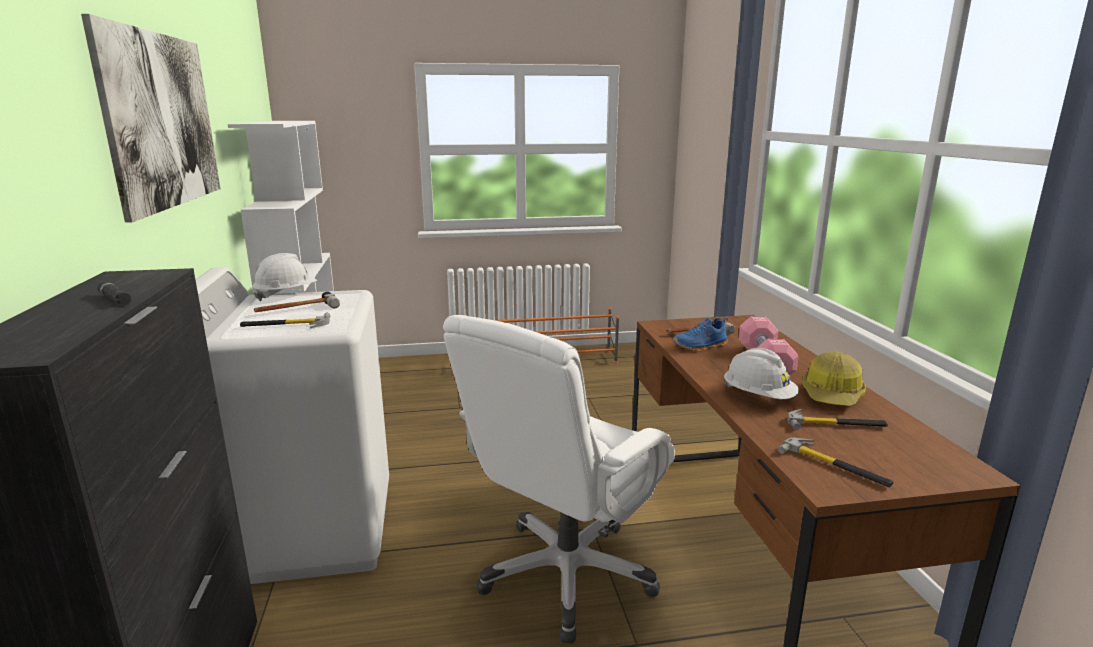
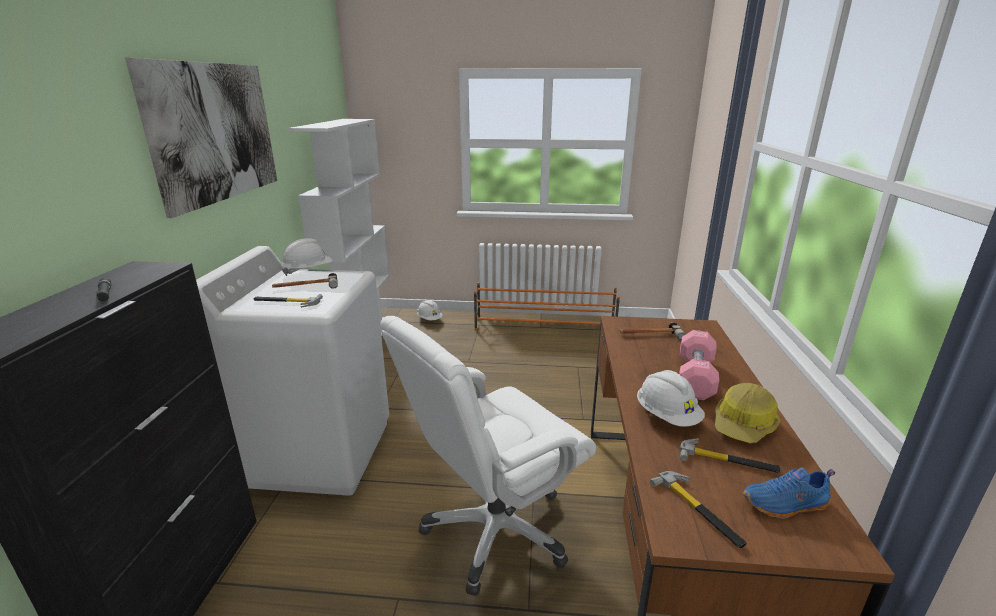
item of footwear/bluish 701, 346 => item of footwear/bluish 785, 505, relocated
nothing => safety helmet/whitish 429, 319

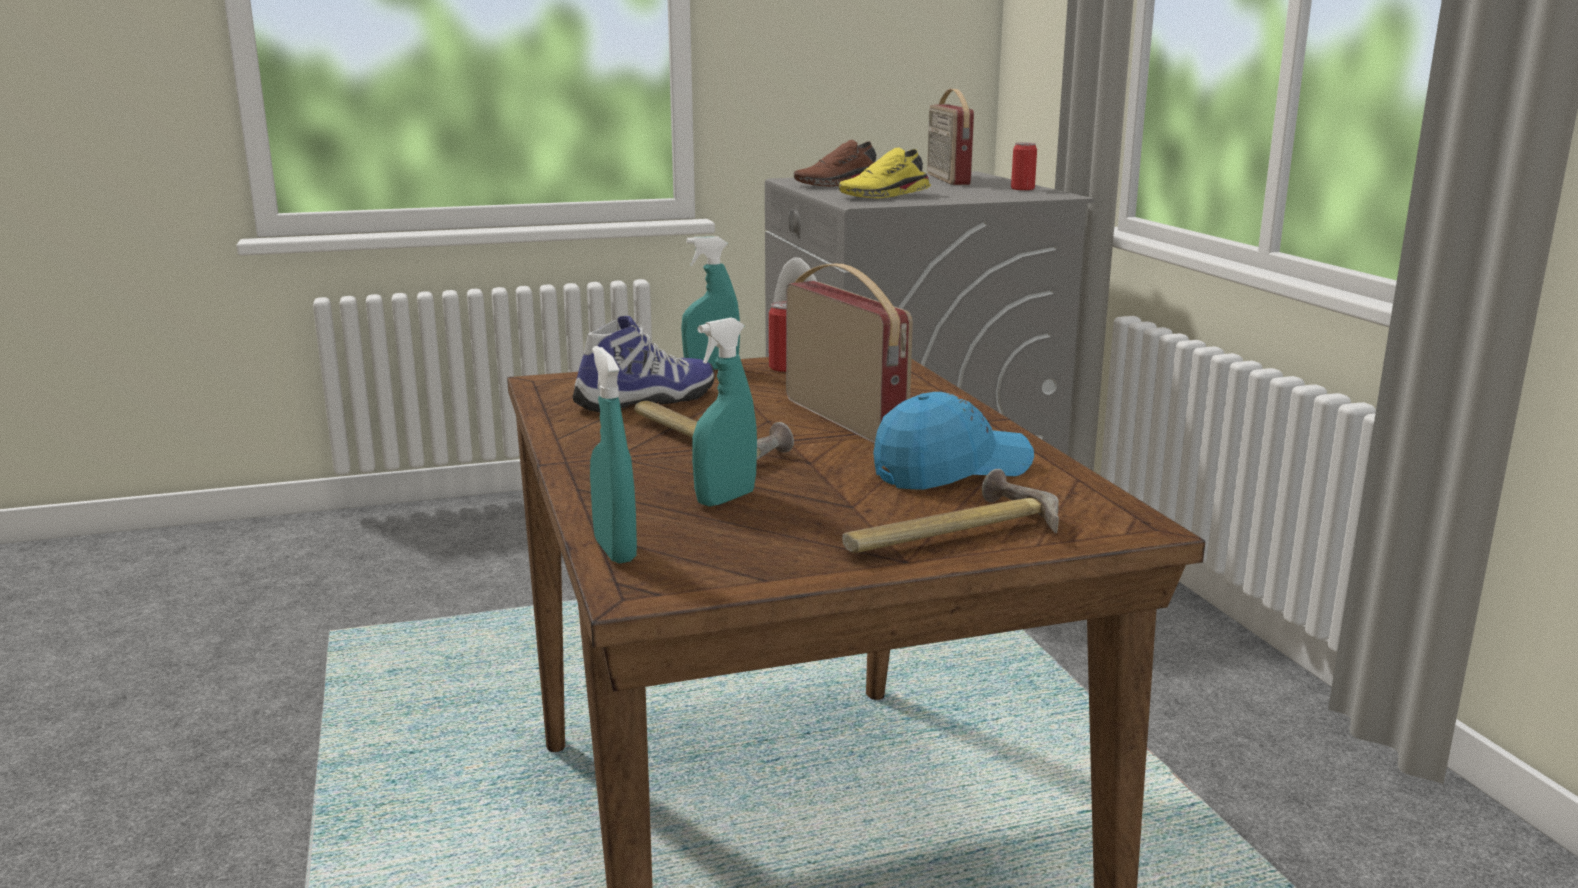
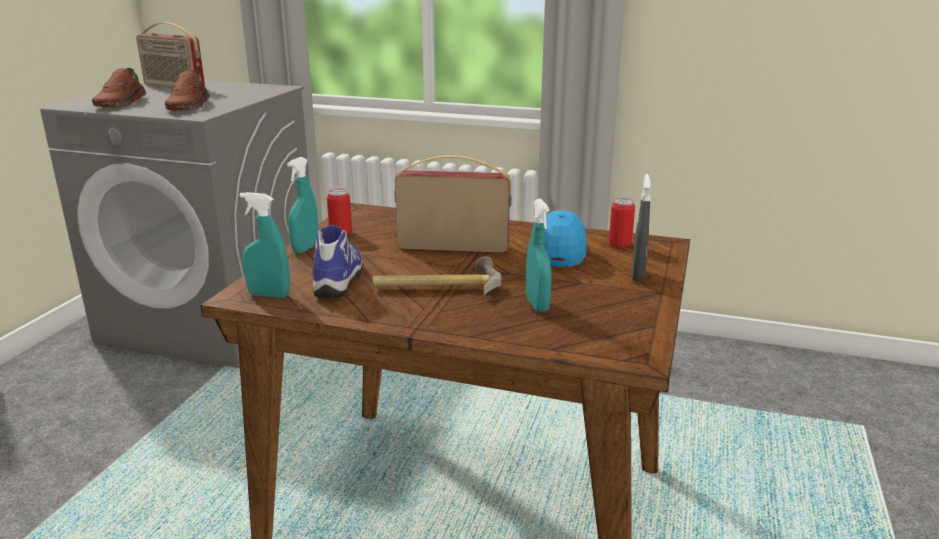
metal can 1022, 189 => metal can 620, 243, relocated
item of footwear/yellow 886, 196 => item of footwear/brownish 190, 106
hand sprayer/turquoise 615, 550 => hand sprayer/turquoise 269, 295, relocated
hammer 947, 533 => hand sprayer/gray 638, 275

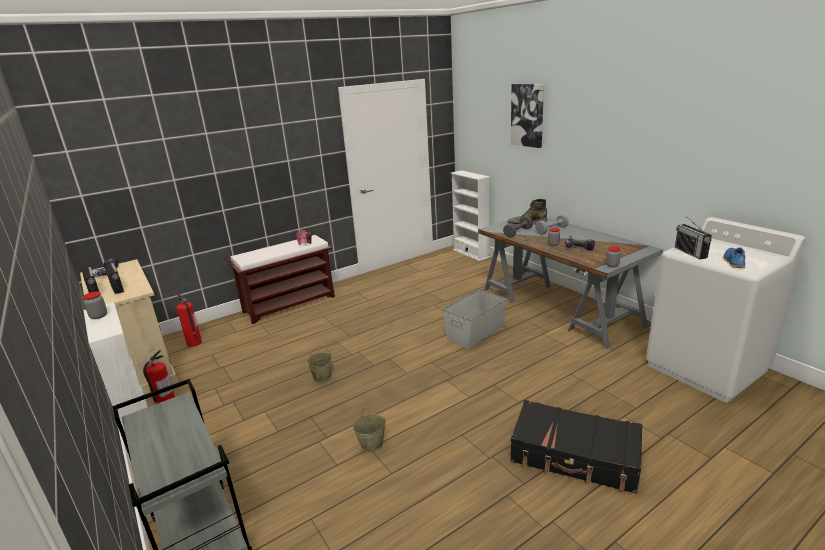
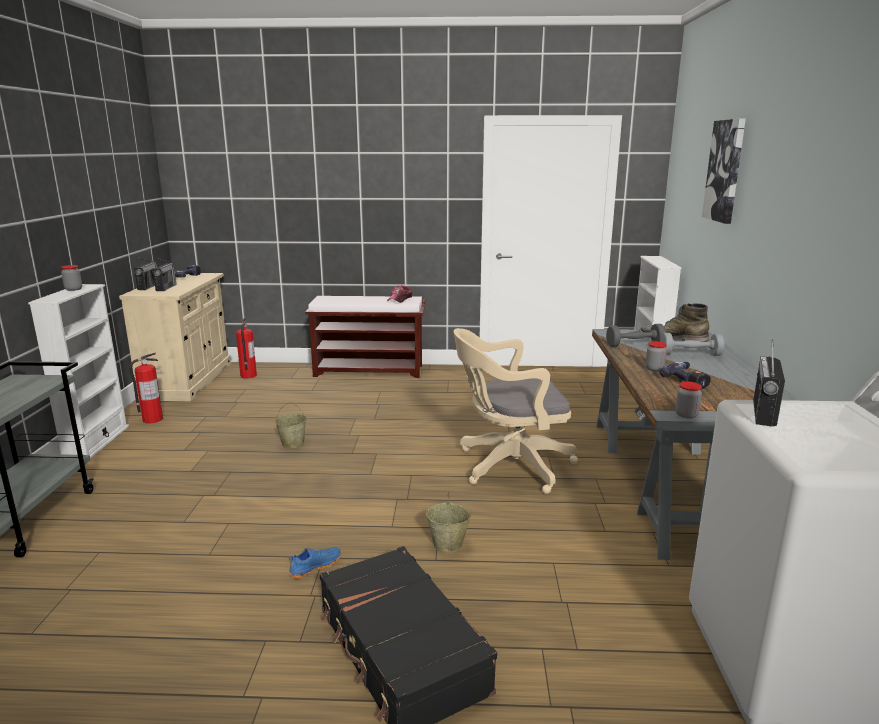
item of footwear/bluish 733, 262 => item of footwear/bluish 315, 566, relocated
storage container/gray 475, 332 => computer chair/sand-coloured 509, 466
water bucket/sand-coloured 372, 444 => water bucket/sand-coloured 448, 544, relocated

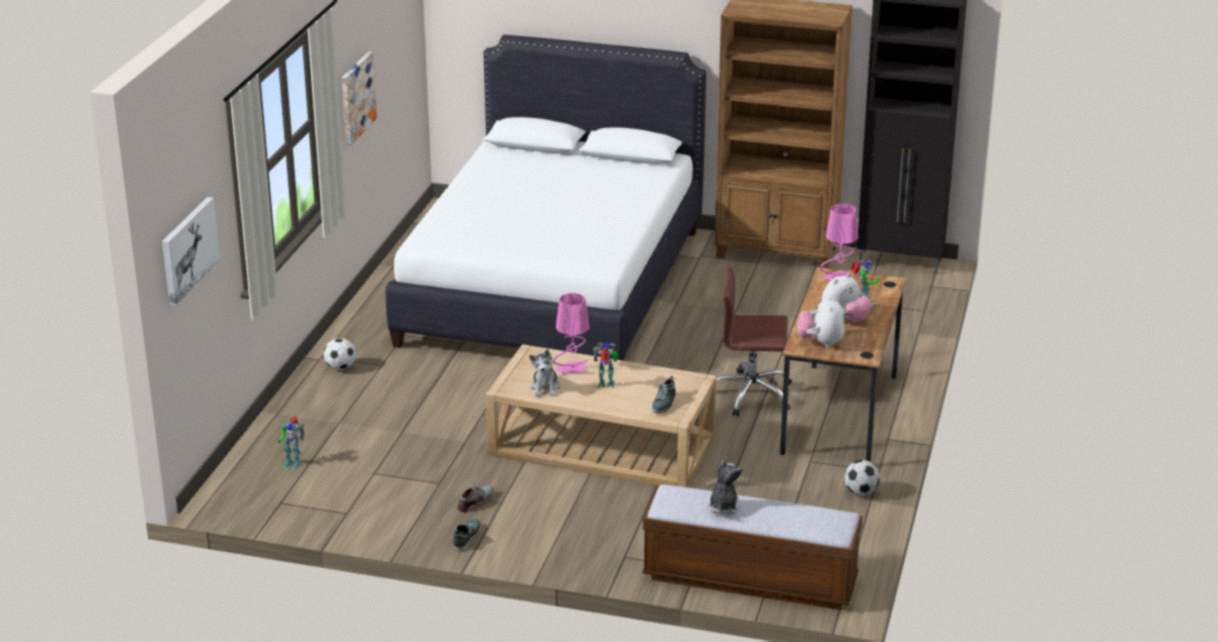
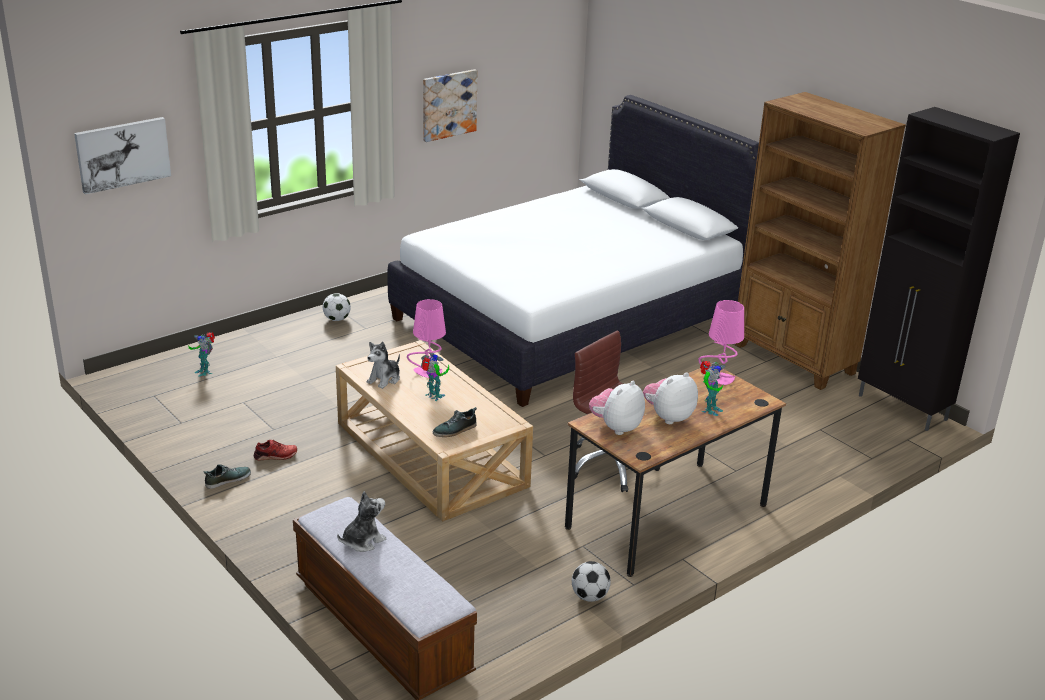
soft toy 844, 320 => soft toy 668, 417, 150 degrees clockwise
item of footwear/gray 476, 502 => item of footwear/reddish 275, 456

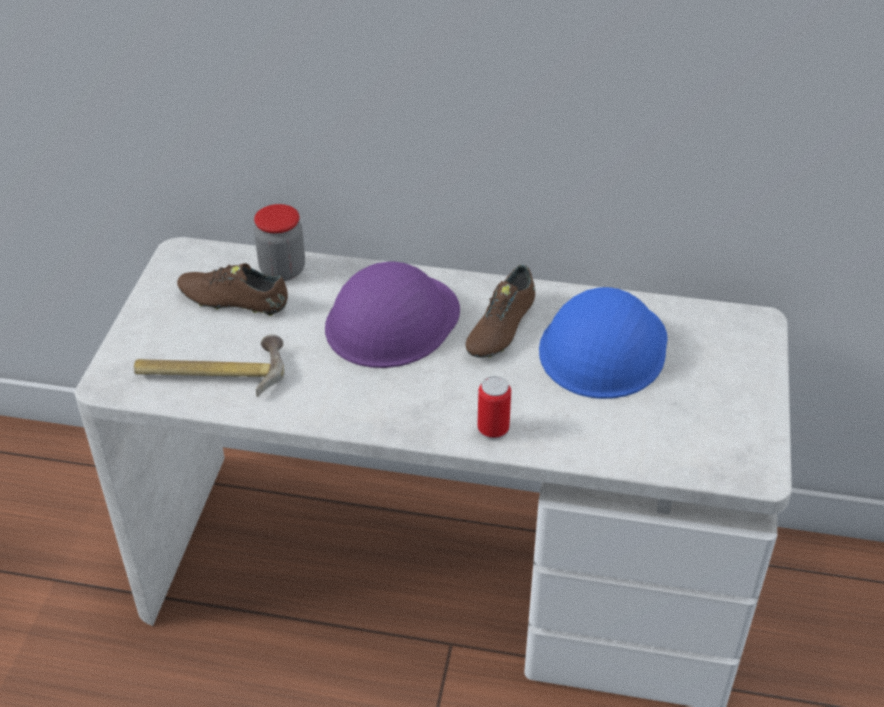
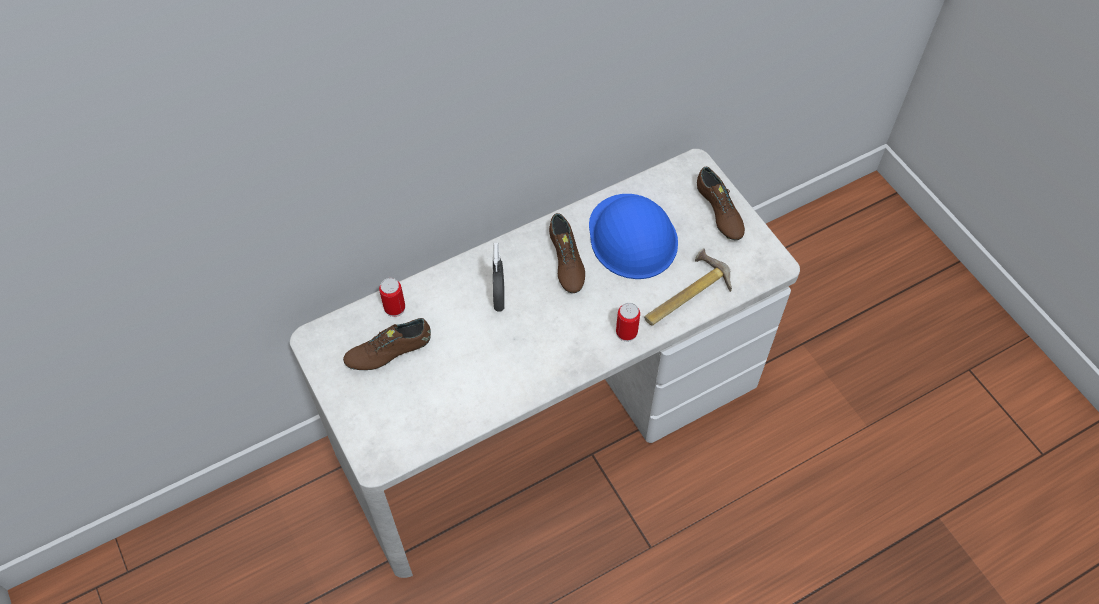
storage jar 282, 270 => metal can 394, 308
safety helmet/purple-coloured 392, 320 => hand sprayer/gray 499, 299
hammer 212, 371 => hammer 684, 294, relocated
nothing => item of footwear/brownish 719, 212

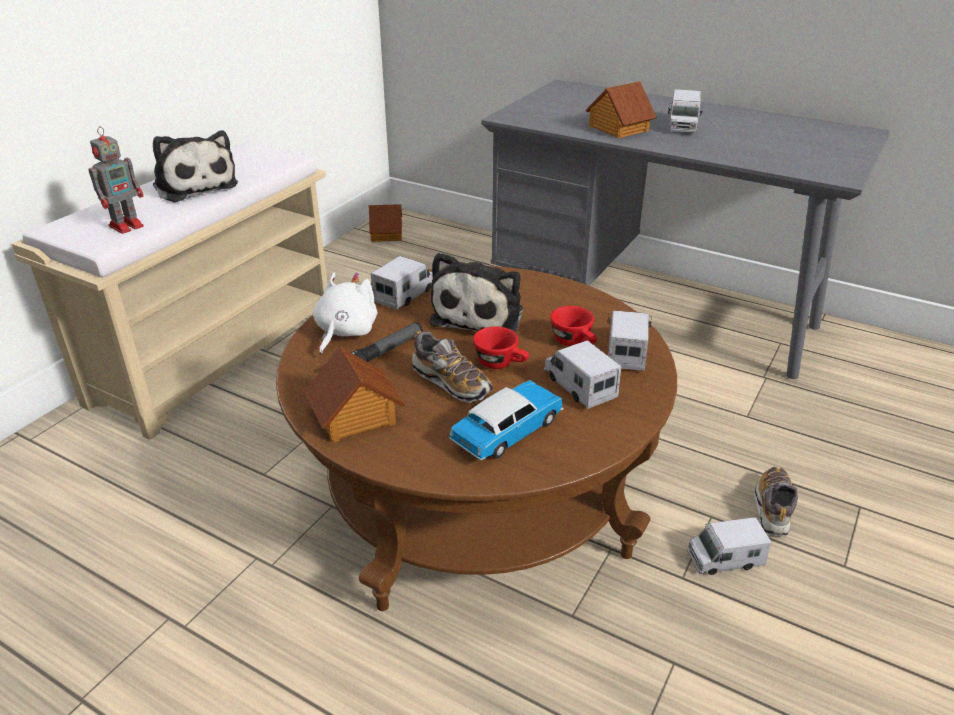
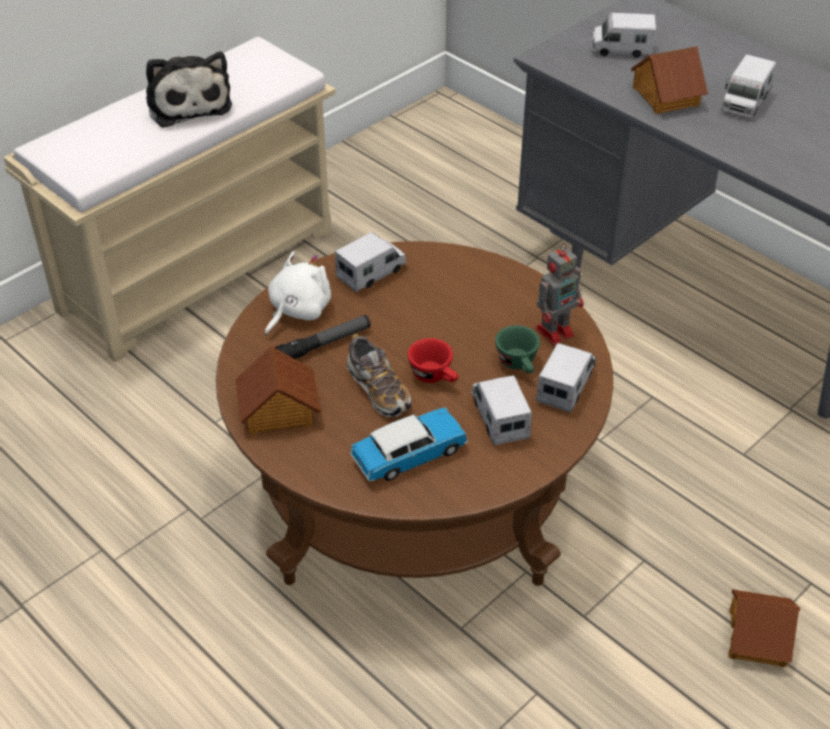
model robot 128, 225 => model robot 556, 330, relocated
toy house 387, 234 => toy house 758, 637, relocated
soft toy 480, 314 => nothing
drinking cup/reddish 575, 342 => drinking cup/greenish 519, 364
item of footwear 773, 508 => nothing
model truck 724, 559 => model truck 621, 49, relocated

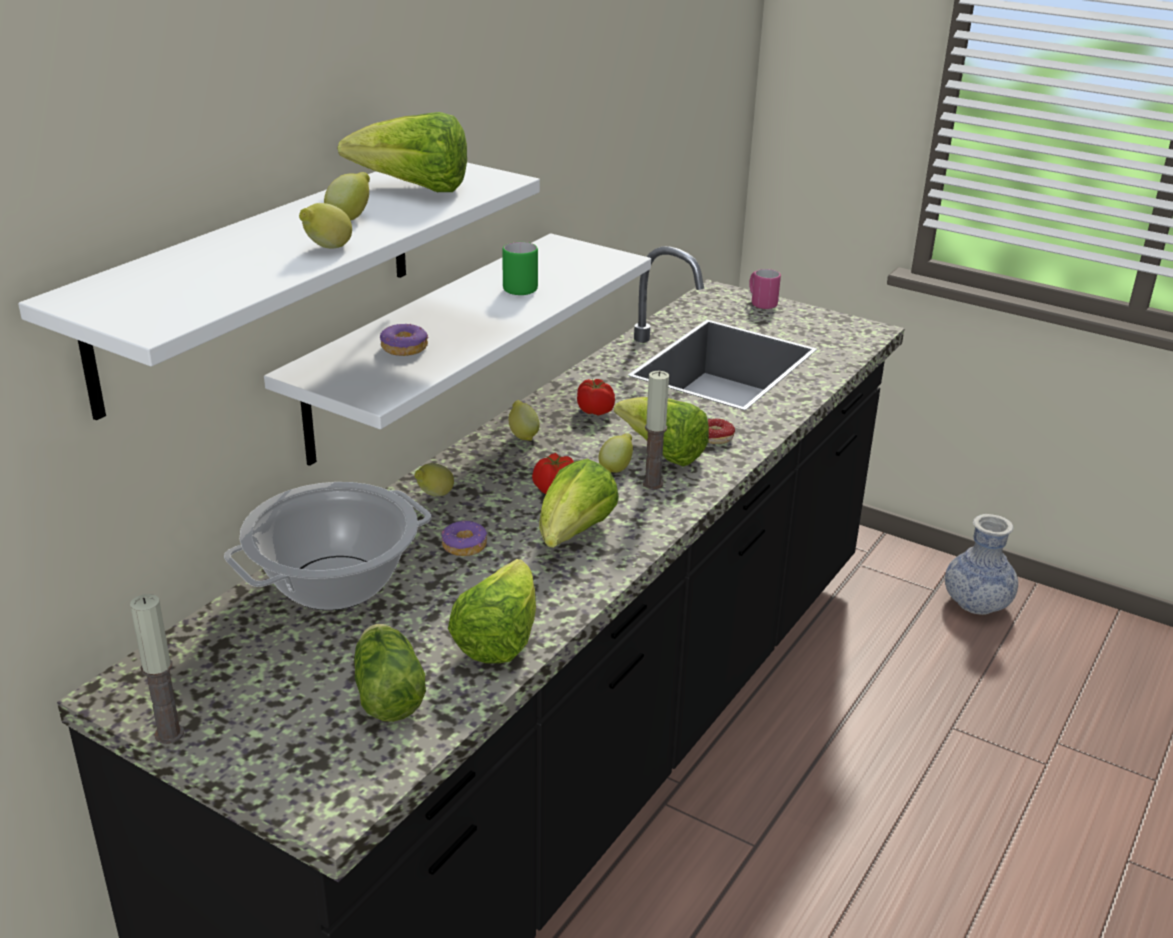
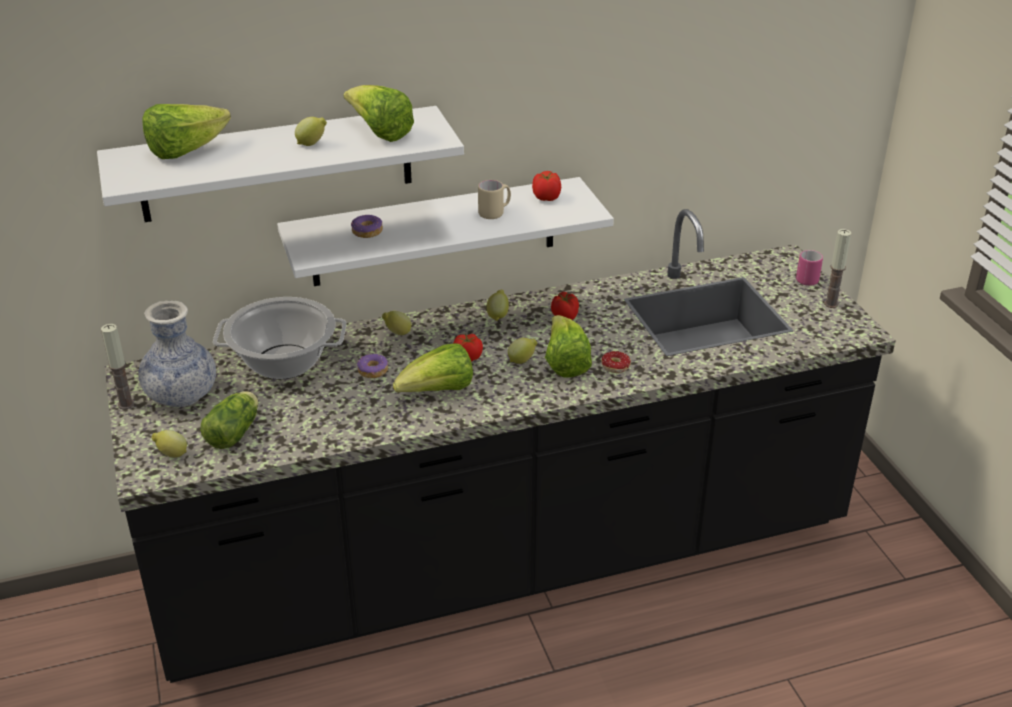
whole lemon 327, 249 => whole lemon 172, 455, relocated
tea mug/greenish 522, 287 => tea mug/sand-coloured 495, 213
candle 652, 483 => candle 831, 304, relocated
vase 976, 603 => vase 182, 395, relocated
head of lettuce 498, 639 => head of lettuce 186, 151, relocated
nothing => tomato 546, 198

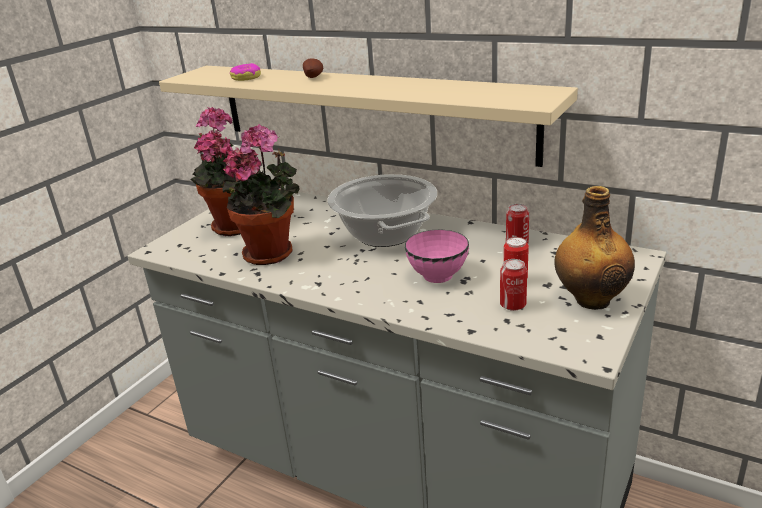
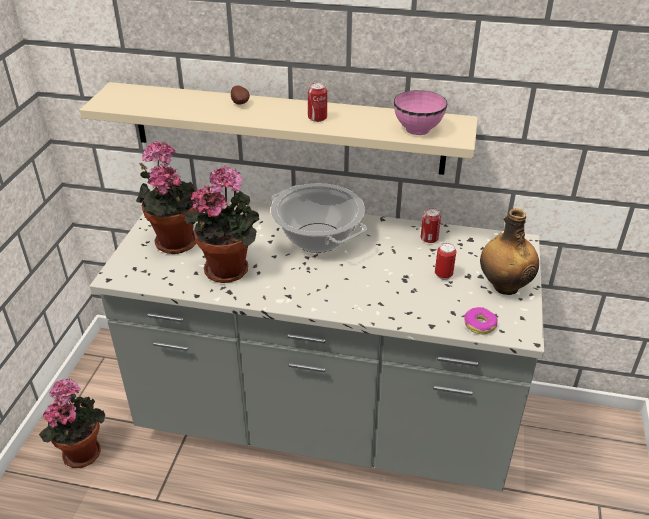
doughnut 246, 77 => doughnut 479, 325, relocated
bowl/pink 437, 275 => bowl/pink 417, 129, relocated
metal can 513, 305 => metal can 317, 118, relocated
nothing => plant in a pot 82, 450

